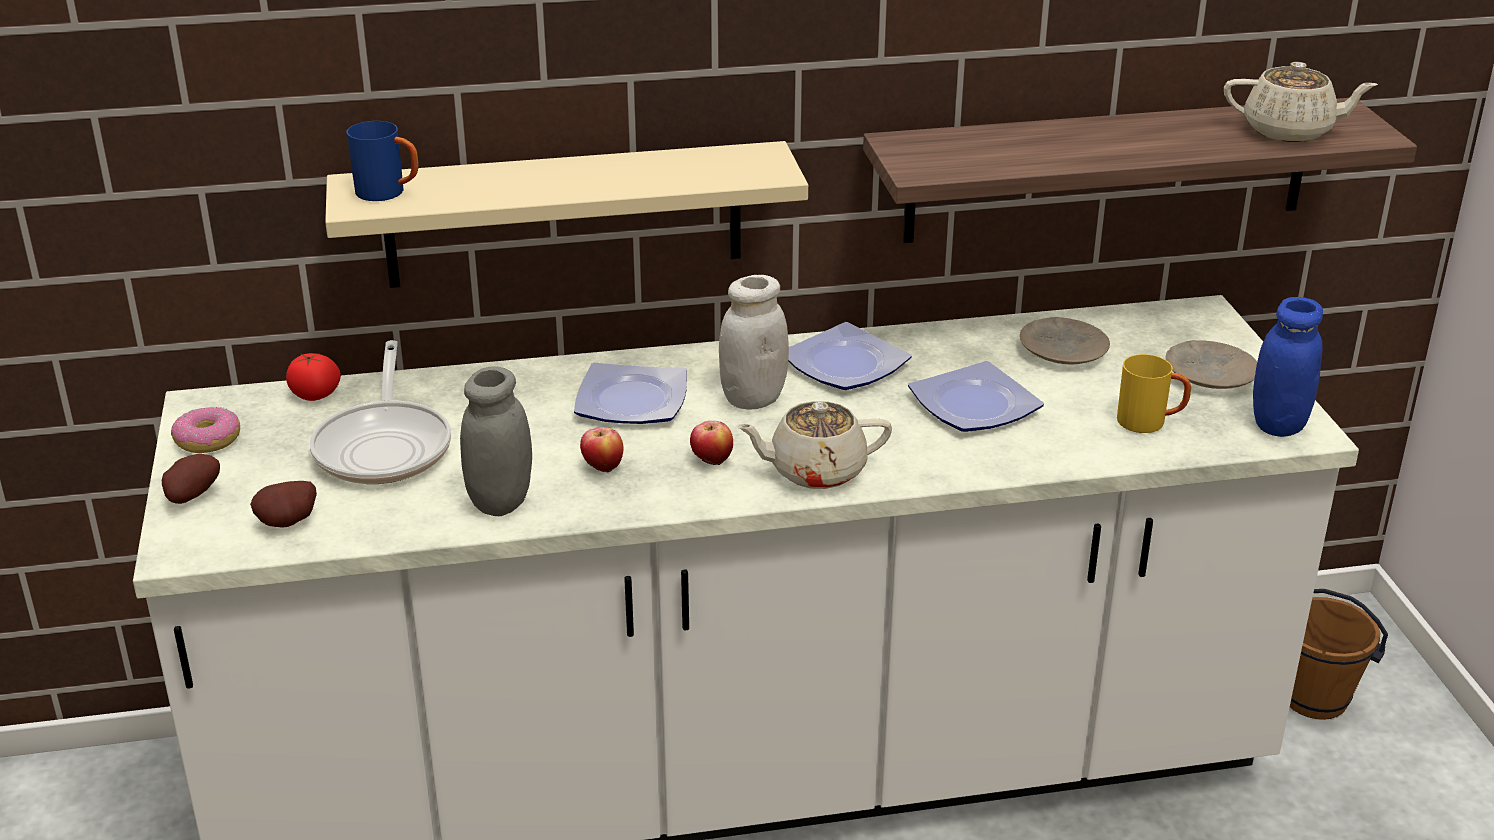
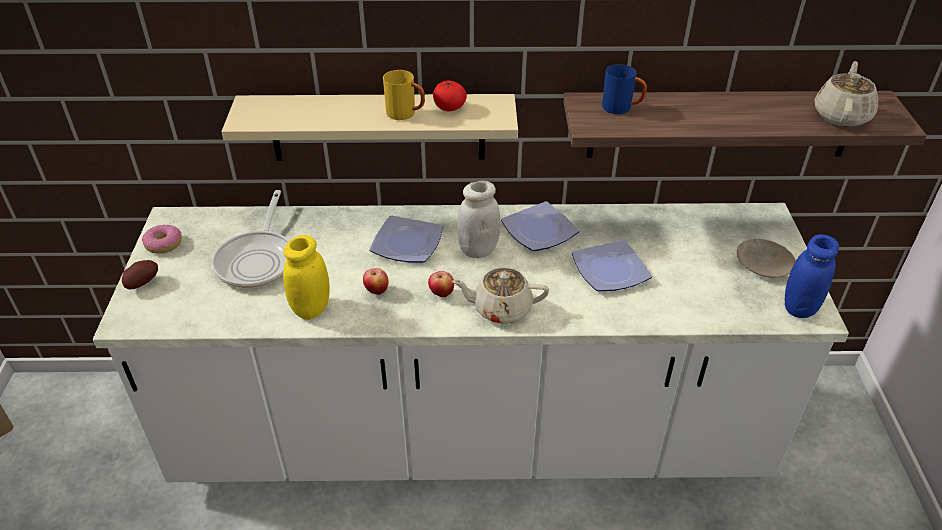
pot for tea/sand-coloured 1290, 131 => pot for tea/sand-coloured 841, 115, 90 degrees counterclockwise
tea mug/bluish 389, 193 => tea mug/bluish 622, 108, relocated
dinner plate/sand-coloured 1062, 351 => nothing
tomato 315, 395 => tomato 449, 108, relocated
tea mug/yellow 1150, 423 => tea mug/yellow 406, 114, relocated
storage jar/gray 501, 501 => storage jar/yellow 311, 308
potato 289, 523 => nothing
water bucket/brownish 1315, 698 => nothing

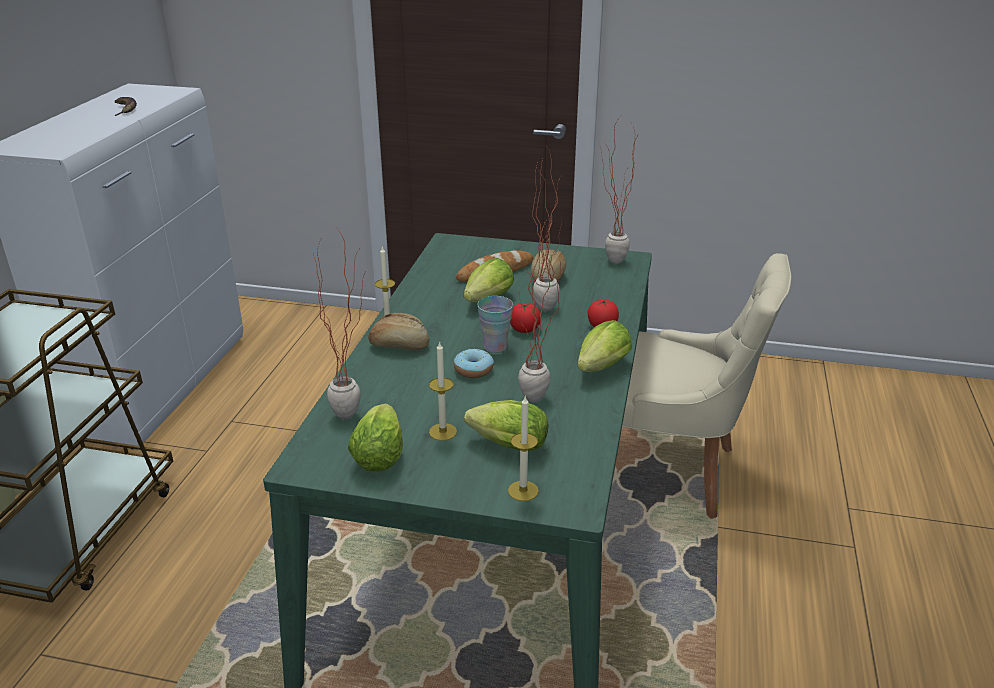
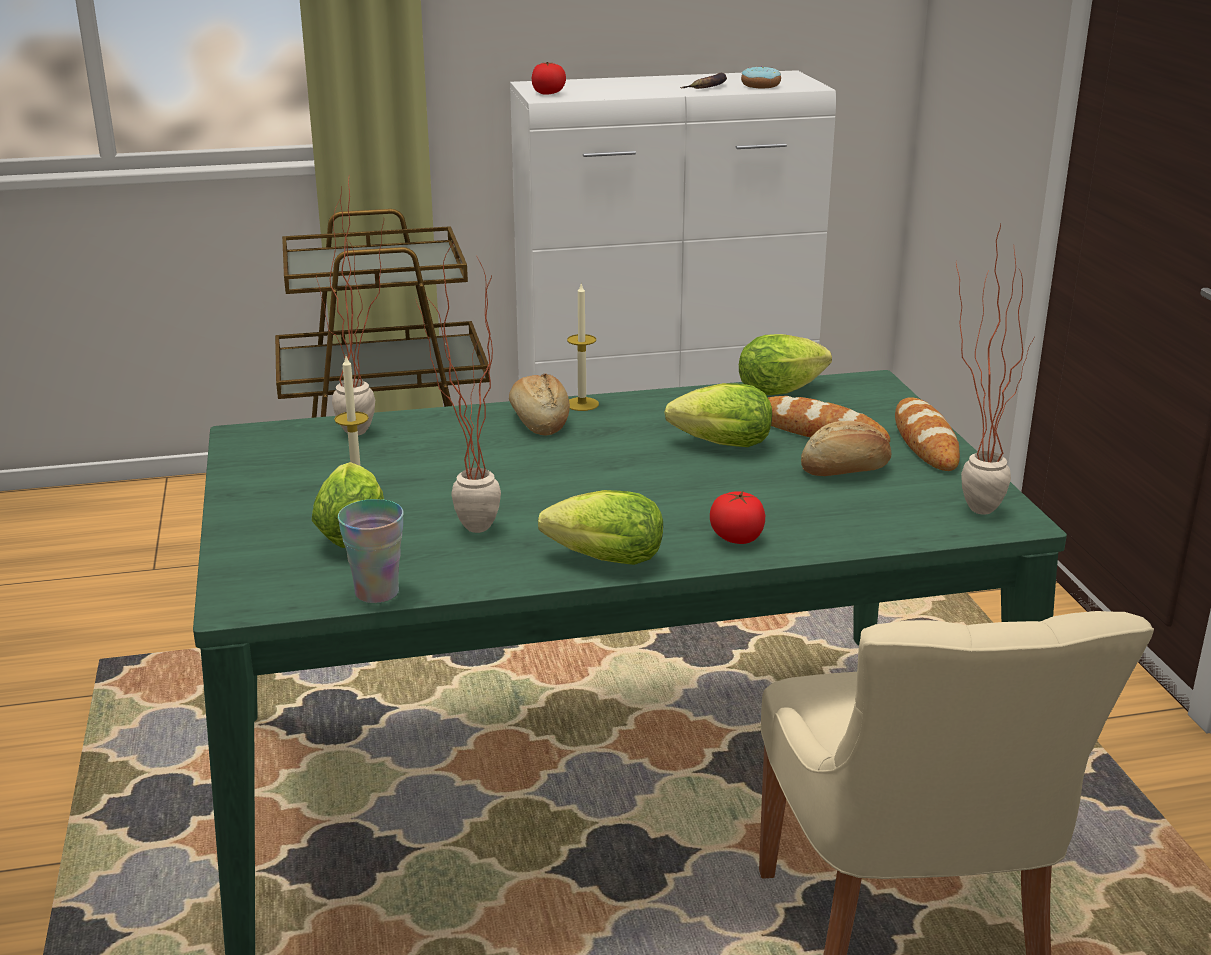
plant in a pot 545, 305 => nothing
drinking cup 495, 347 => drinking cup 377, 592, relocated
tomato 524, 329 => tomato 548, 93, relocated
doughnut 473, 370 => doughnut 760, 86, relocated
candle 523, 491 => nothing
head of lettuce 380, 453 => head of lettuce 785, 390, relocated
nothing => baked bread 925, 441

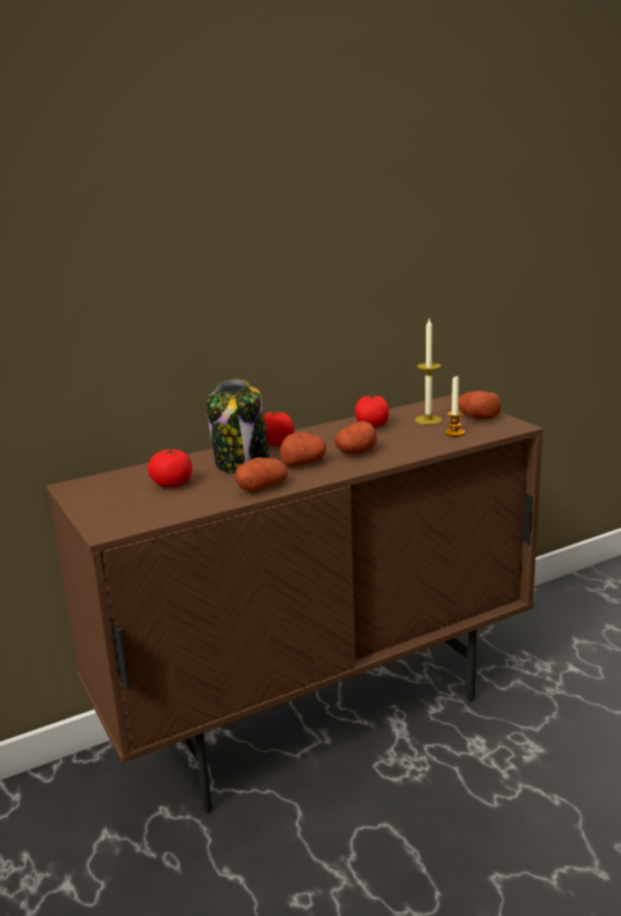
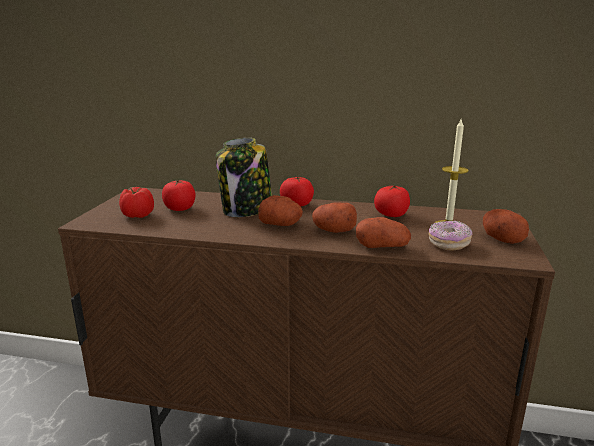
candle 454, 433 => doughnut 448, 244
potato 262, 487 => potato 382, 246, relocated
nothing => tomato 137, 215

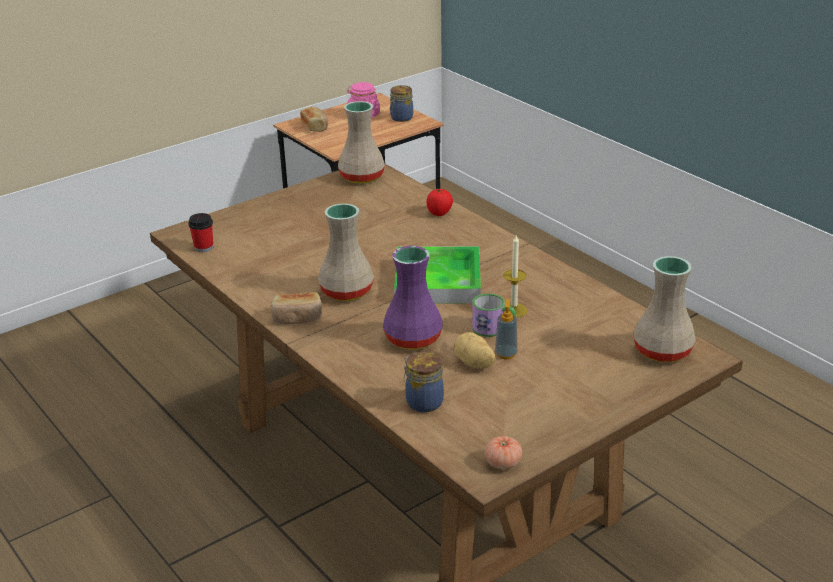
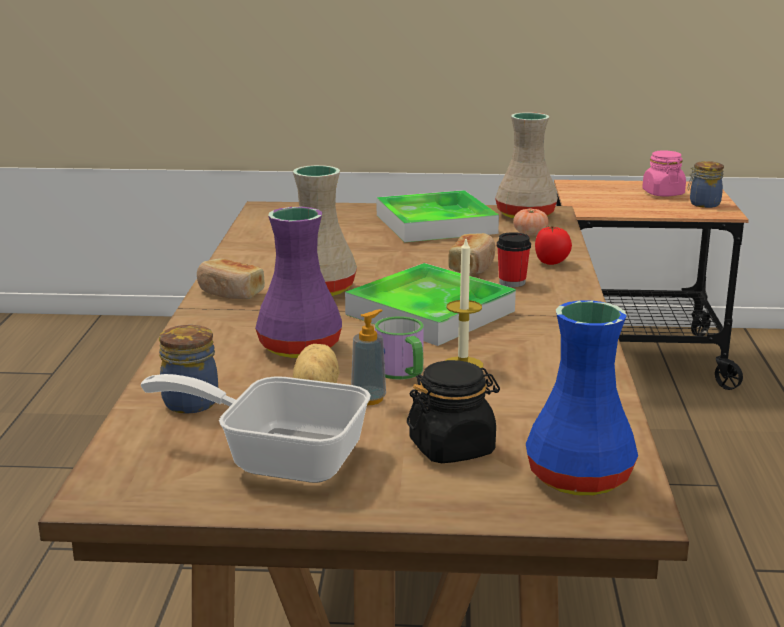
baked bread 315, 126 => baked bread 473, 266, relocated
drinking cup 204, 247 => drinking cup 512, 282, relocated
vase/sand-coloured 663, 350 => vase/bluish 582, 478
tomato 503, 463 => tomato 530, 233, relocated
nothing => tray 435, 224
nothing => storage jar/black-coloured 452, 448
nothing => pan 279, 457

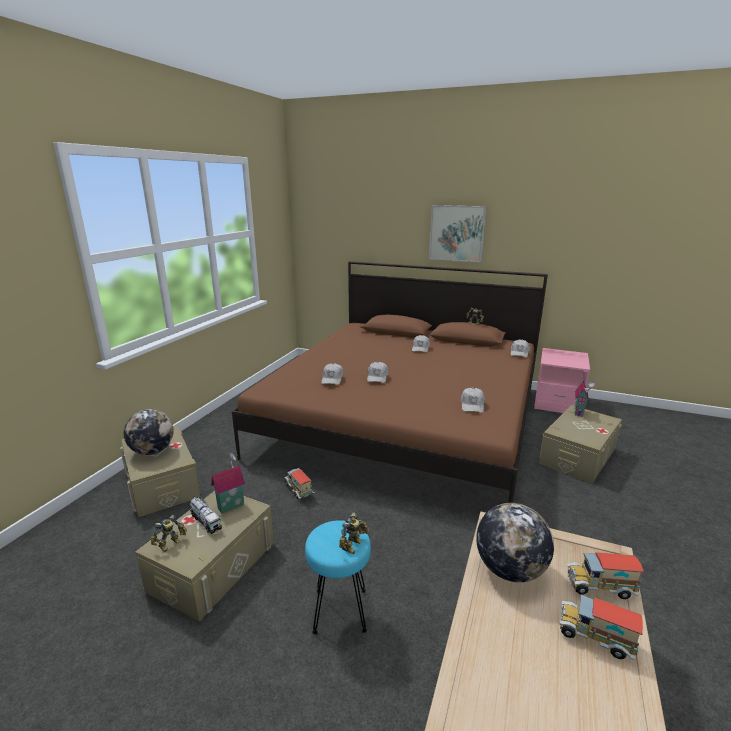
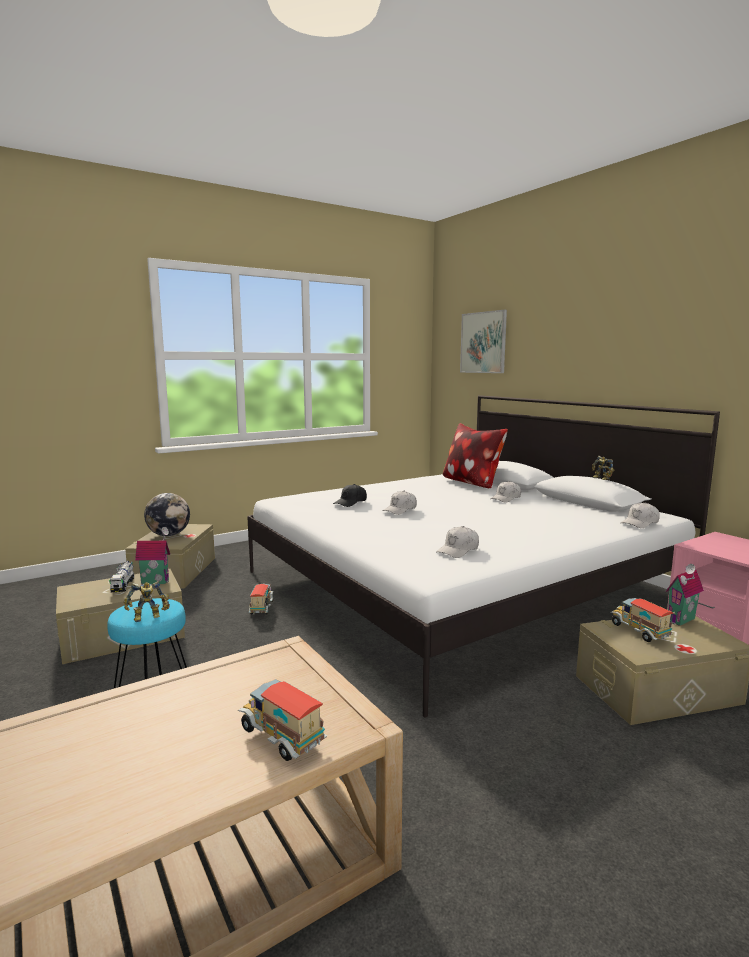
wall picture 456, 233 => wall picture 483, 342, relocated
bed/brownish 405, 419 => bed/whitish 459, 585
peaked cap/whitish 332, 379 => peaked cap/black-coloured 350, 502
desk globe 509, 569 => nothing
model robot 171, 544 => nothing
model truck 594, 637 => model truck 639, 632, relocated
nothing => throw pillow 471, 483

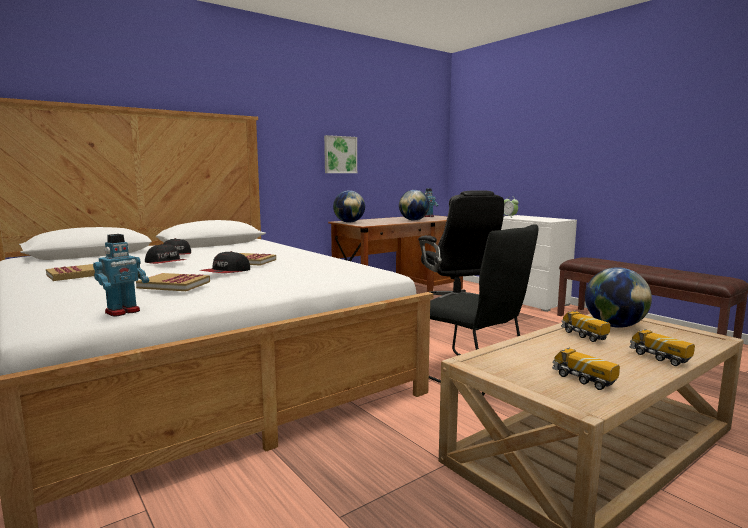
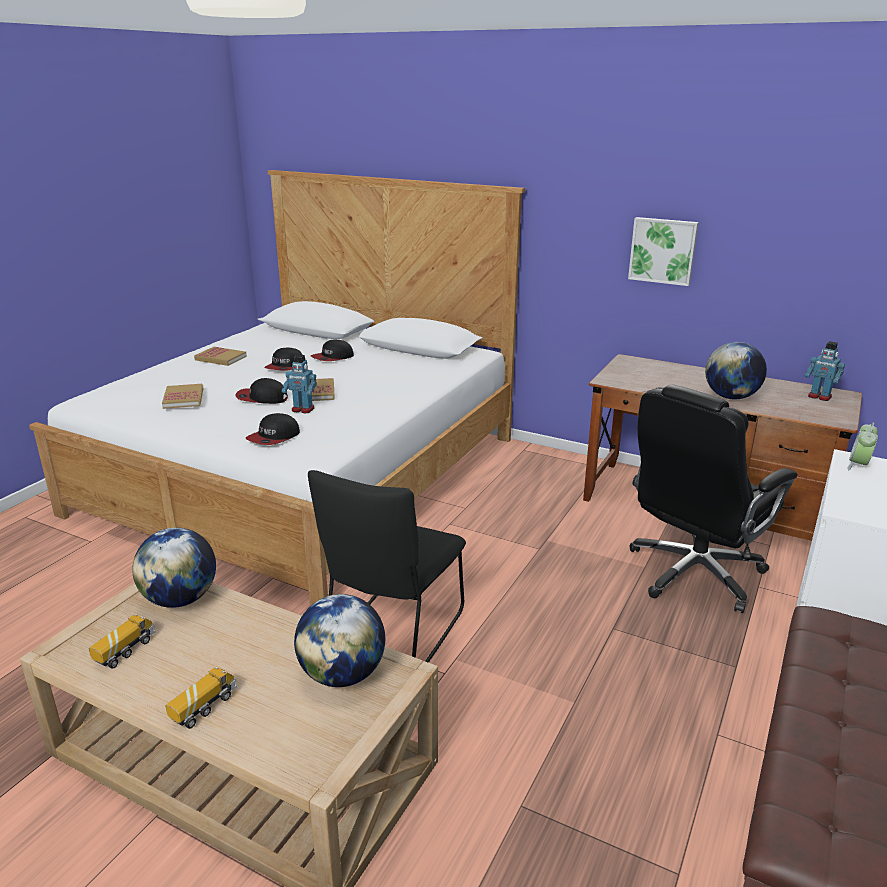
desk globe 349, 222 => desk globe 180, 599, relocated
model robot 123, 312 => model robot 302, 409, relocated
model truck 583, 335 => nothing
nothing => peaked cap 274, 437

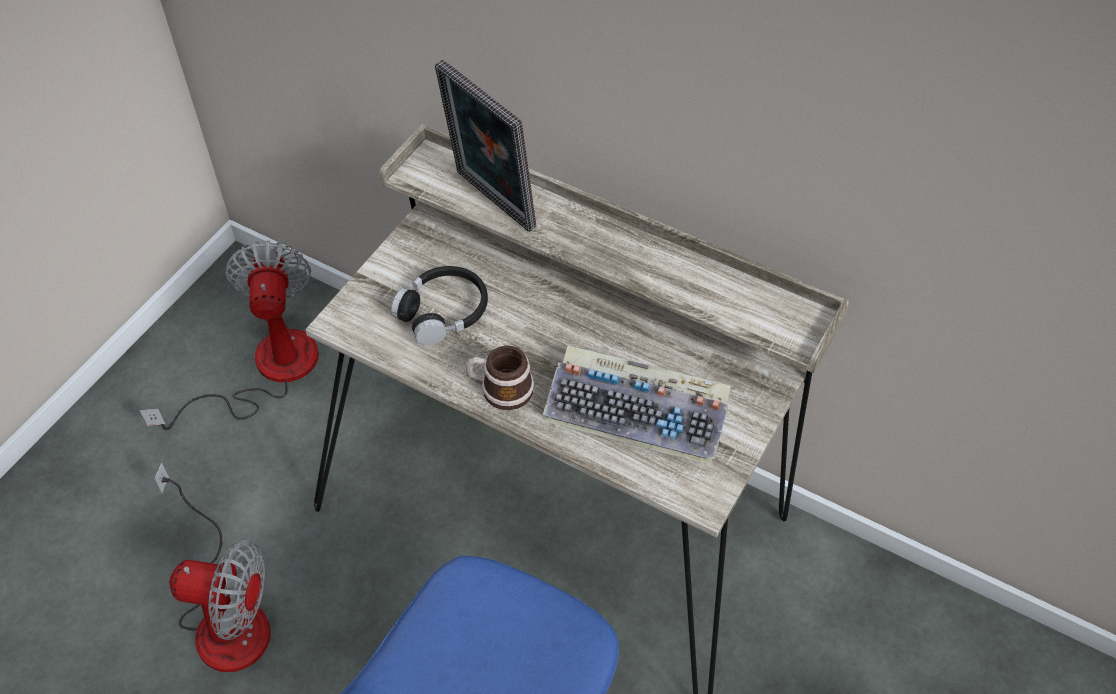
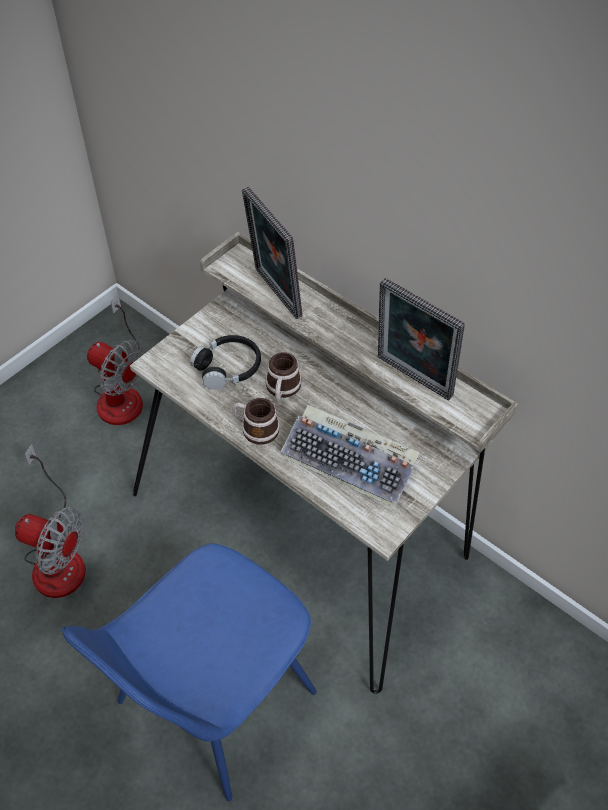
electric fan 267, 371 => electric fan 121, 392, 120 degrees clockwise
nothing => photo frame 411, 379
nothing => tea mug 282, 389

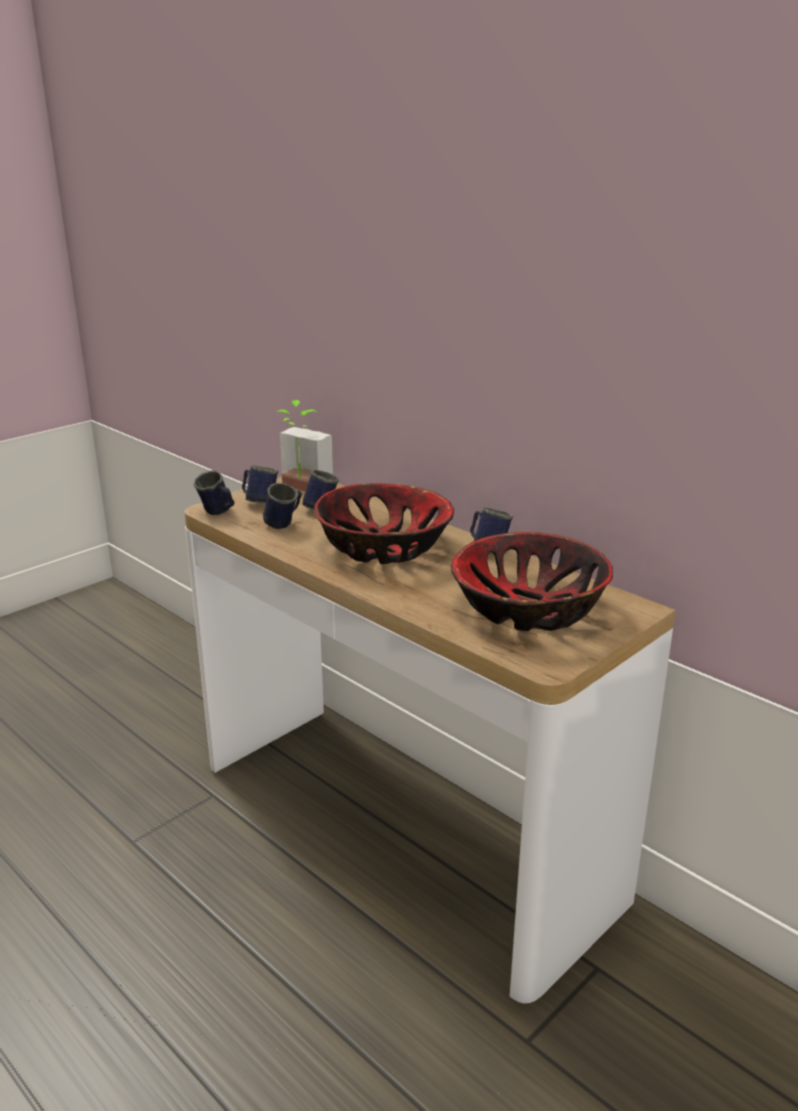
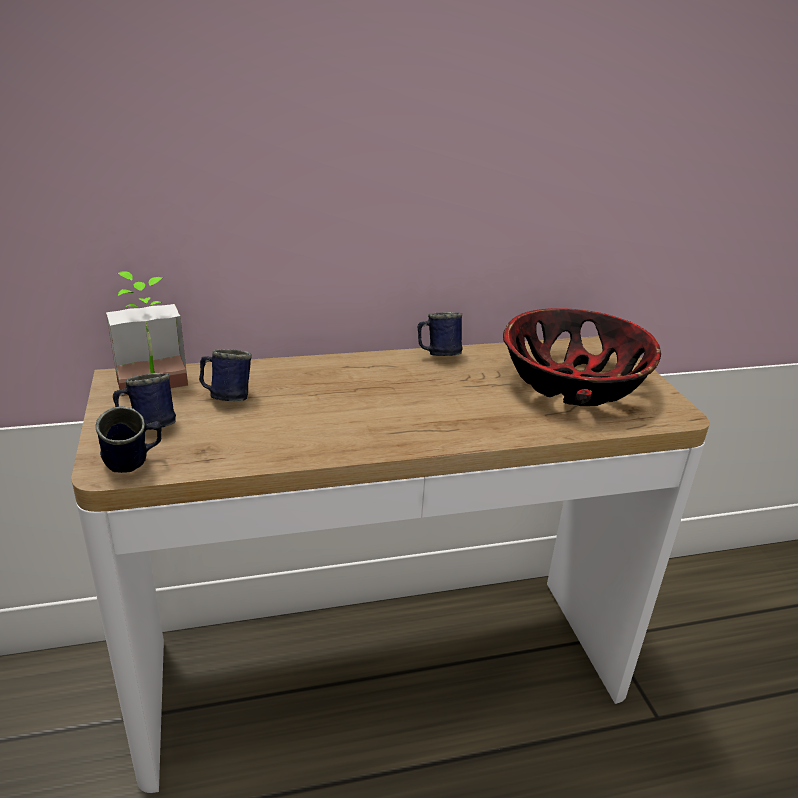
tea mug/bluish 285, 524 => nothing
bowl 384, 547 => nothing

